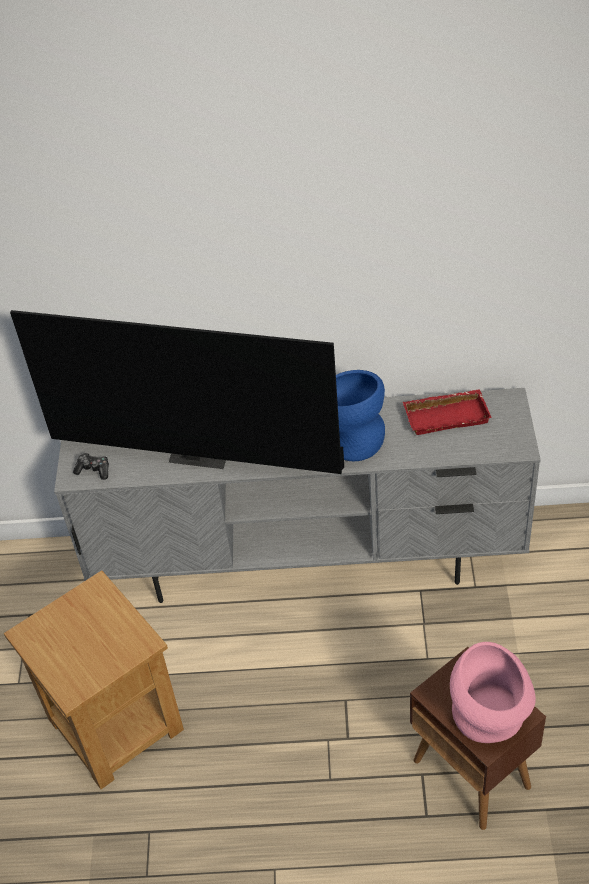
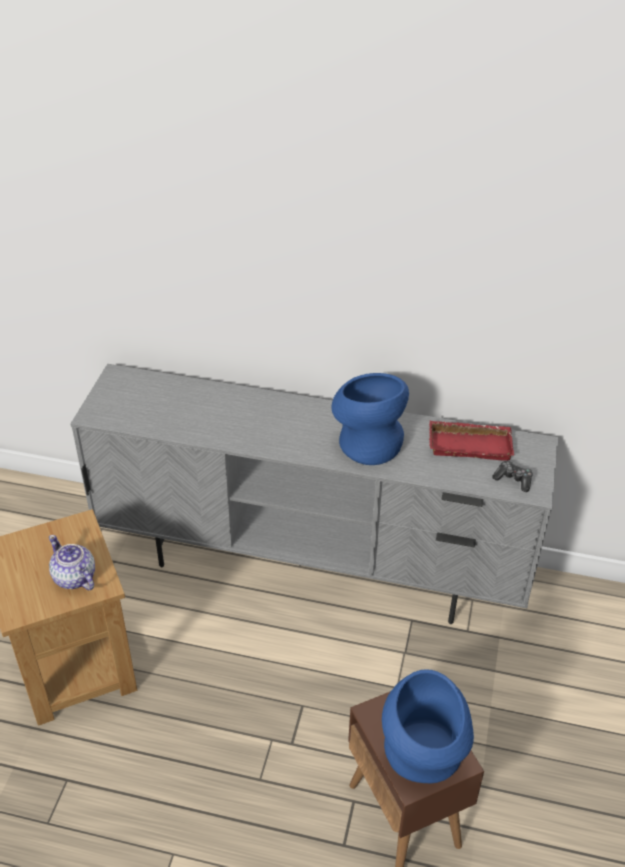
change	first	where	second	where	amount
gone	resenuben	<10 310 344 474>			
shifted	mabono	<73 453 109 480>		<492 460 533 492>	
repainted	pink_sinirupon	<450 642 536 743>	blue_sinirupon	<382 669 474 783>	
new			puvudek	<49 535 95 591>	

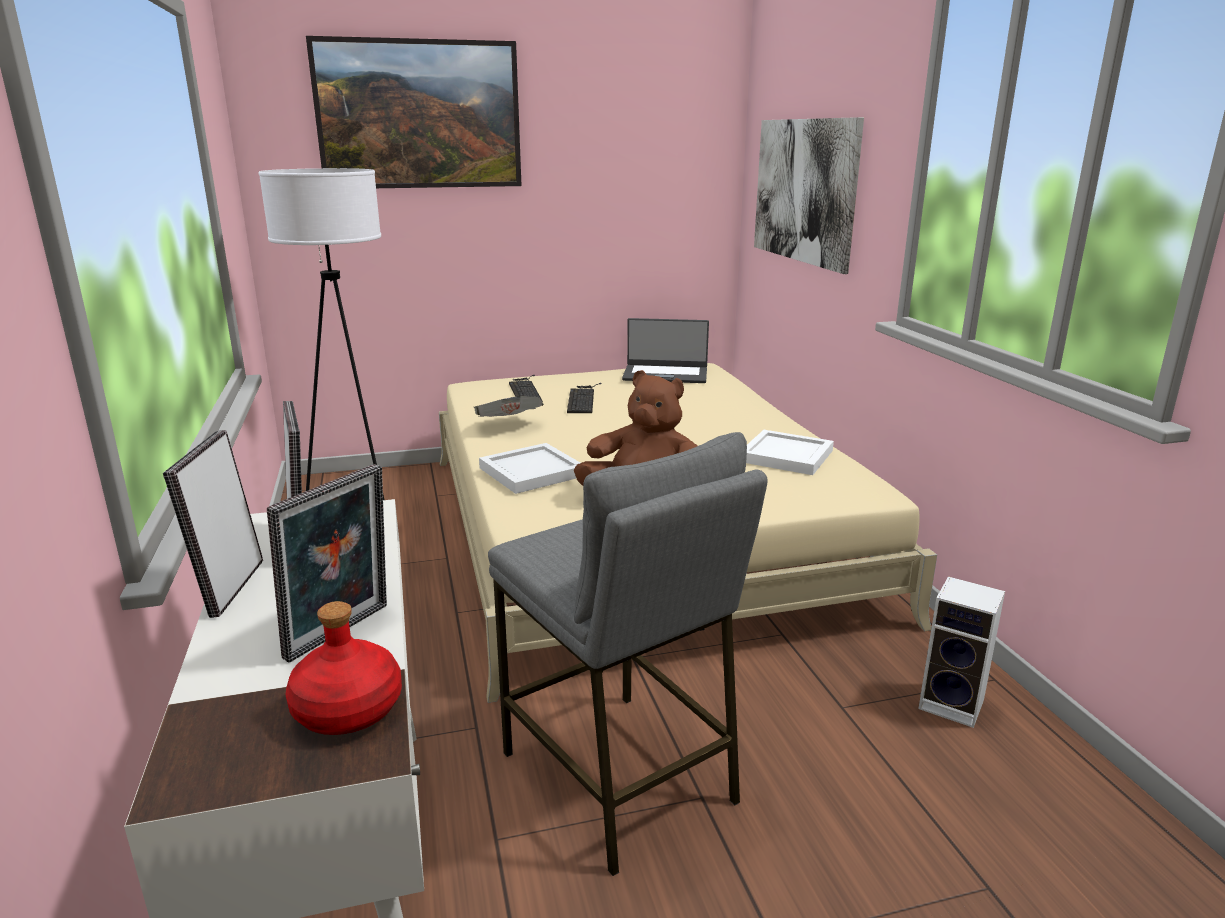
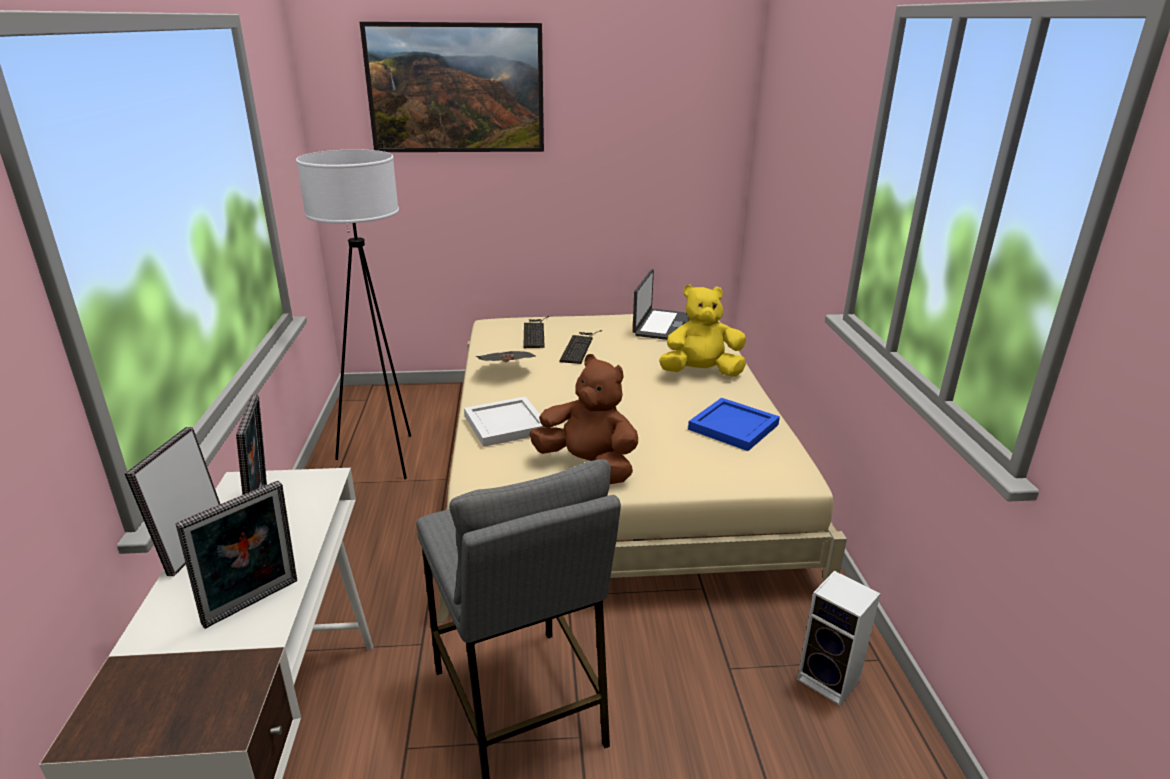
change	first	where	second	where	amount
gone	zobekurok	<754 117 864 274>			
rotated	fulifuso	<622 318 709 383>		<633 269 690 340>	90 degrees counterclockwise
repainted	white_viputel	<746 430 834 475>	blue_viputel	<688 398 780 451>	
gone	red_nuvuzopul	<285 601 402 735>			
new			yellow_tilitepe	<659 284 746 377>	

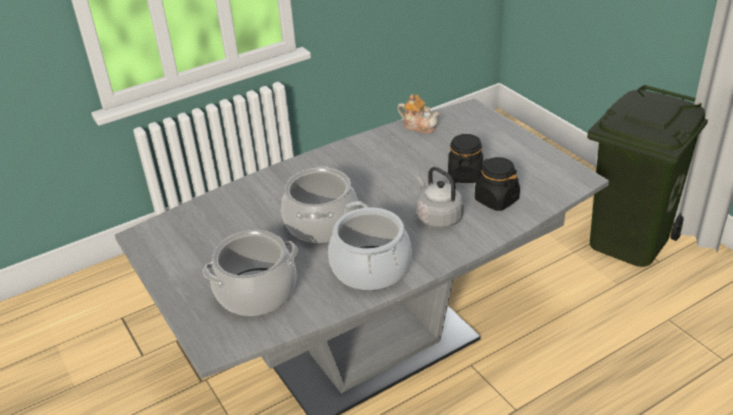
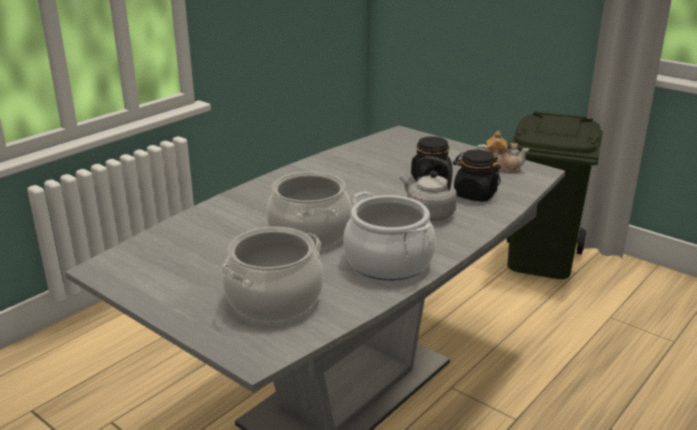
change	first	where	second	where	amount
shifted	puvudek	<397 94 439 134>		<477 131 530 173>	

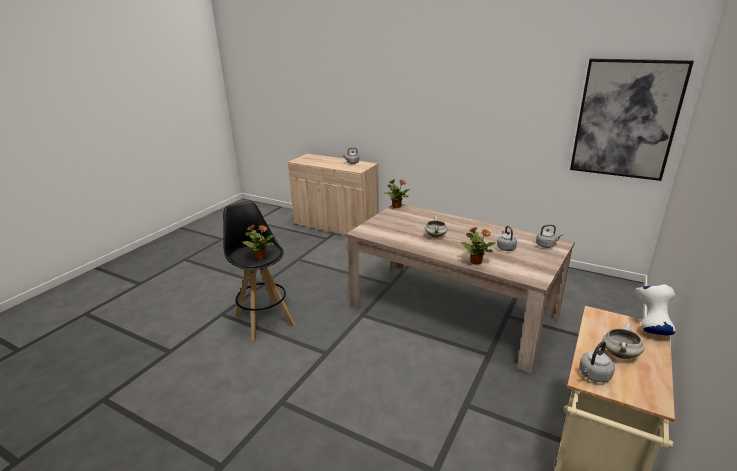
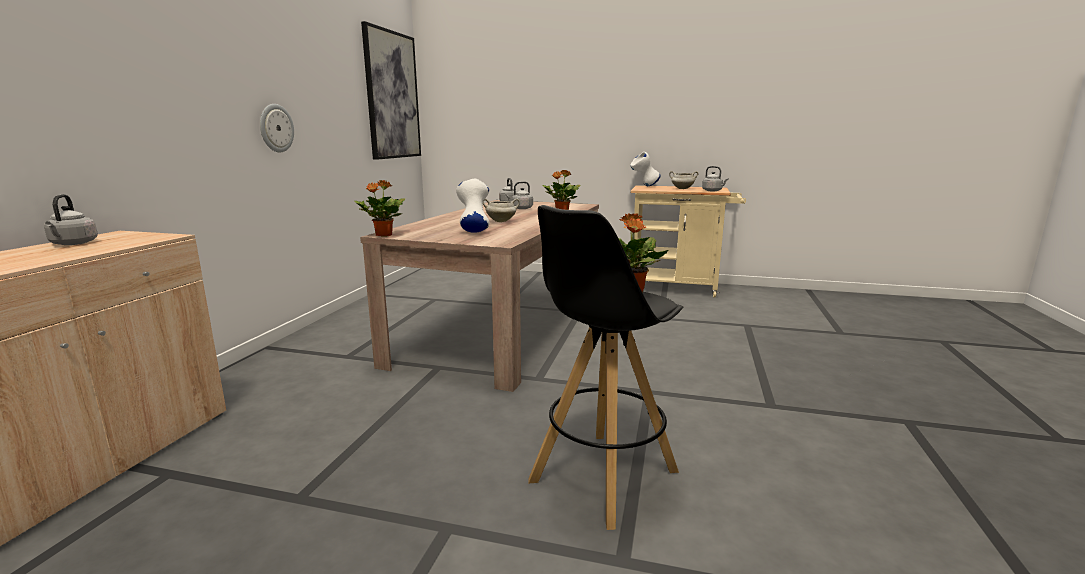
change	first	where	second	where	amount
new			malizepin	<260 104 294 152>	
new			white_sinirupon	<456 179 490 233>	

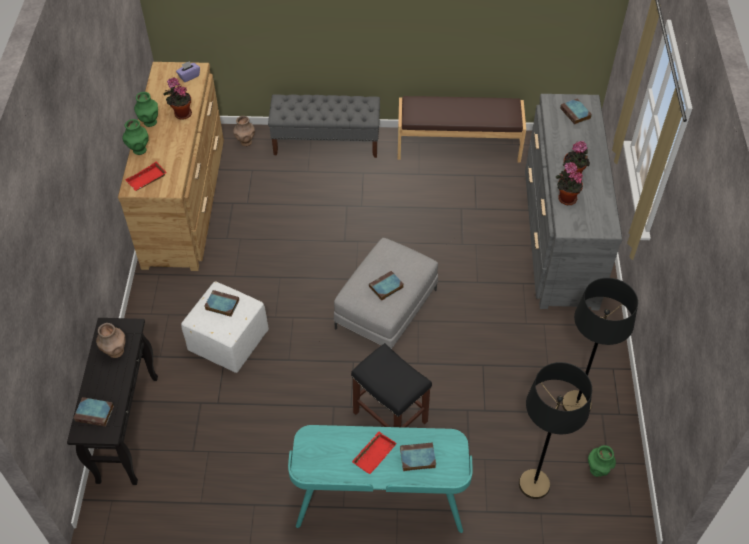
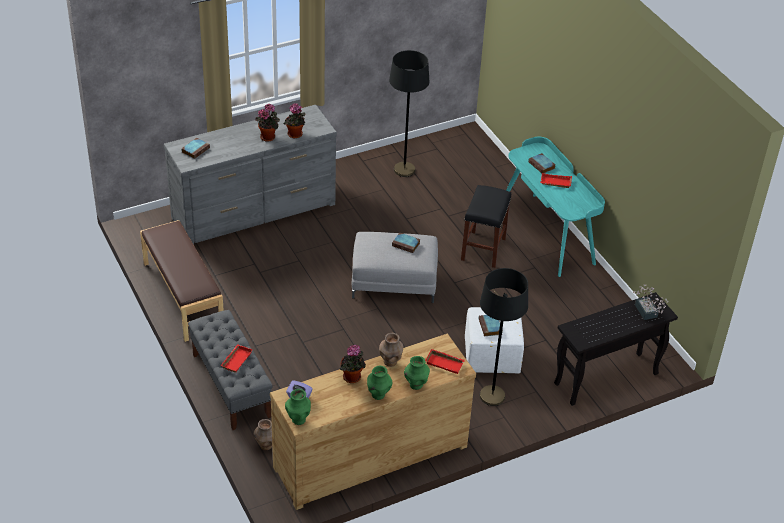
change	first	where	second	where	amount
shifted	brown_sinirupon	<96 323 126 358>		<379 333 403 367>	
shifted	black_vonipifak	<519 362 592 499>		<480 268 528 406>	
swapped	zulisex	<73 397 114 427>	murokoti	<633 284 669 320>	
shifted	green_sinirupon	<588 445 616 477>		<285 389 311 425>	
new			red_viputel	<221 344 253 373>	

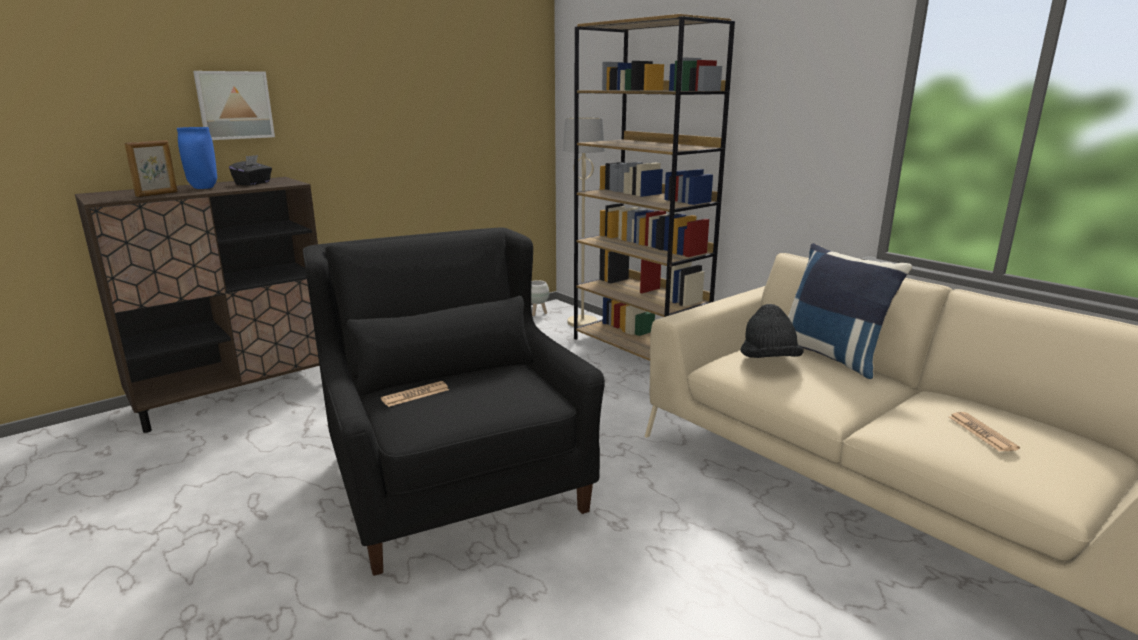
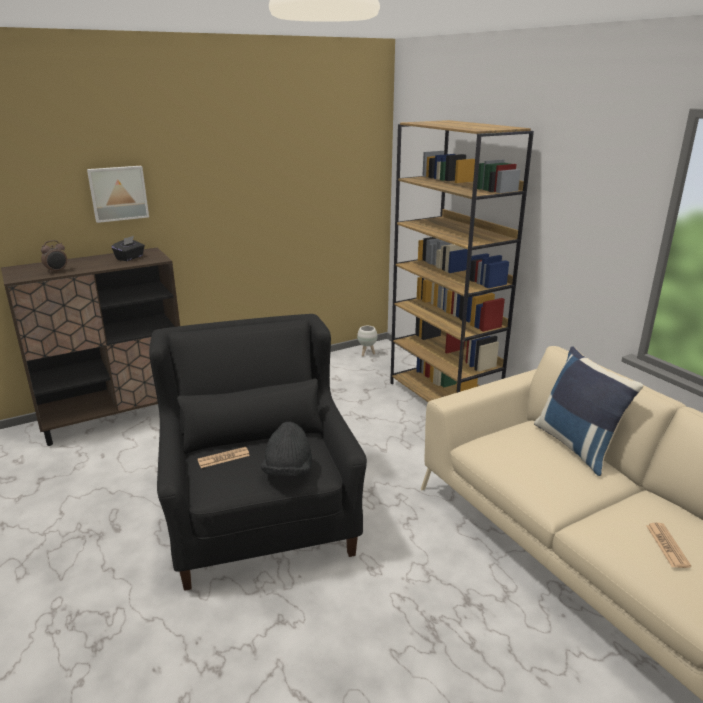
change	first	where	second	where	amount
gone	beige_vonipifak	<563 117 605 327>			
gone	blue_sinirupon	<177 127 217 189>			
swapped	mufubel	<125 140 178 197>	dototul	<41 240 67 272>	
shifted	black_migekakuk	<740 304 804 358>		<261 422 312 476>	

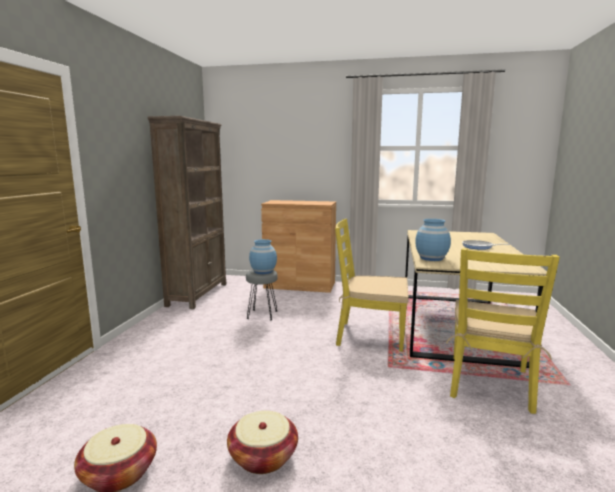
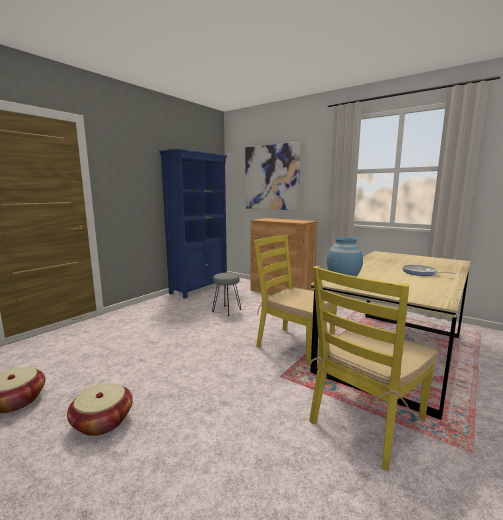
change	first	where	second	where	amount
repainted	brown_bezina	<148 116 226 309>	blue_bezina	<159 148 227 298>	
gone	blue_sinirupon	<249 239 277 274>			
new			zobekurok	<245 142 300 210>	

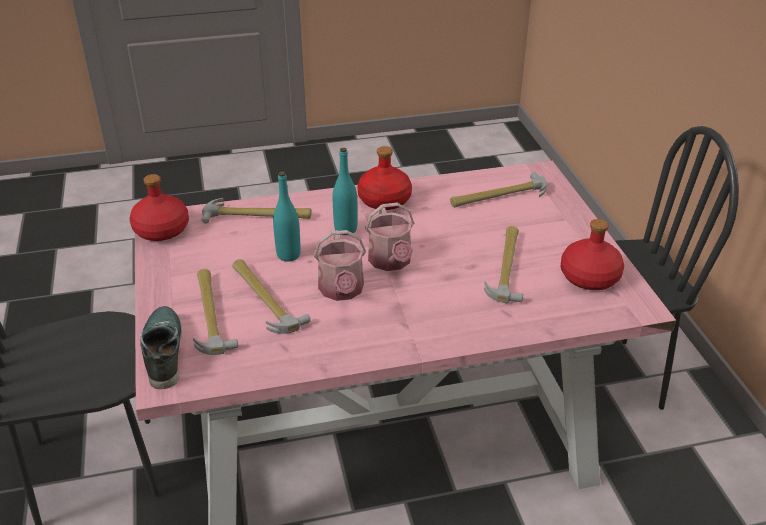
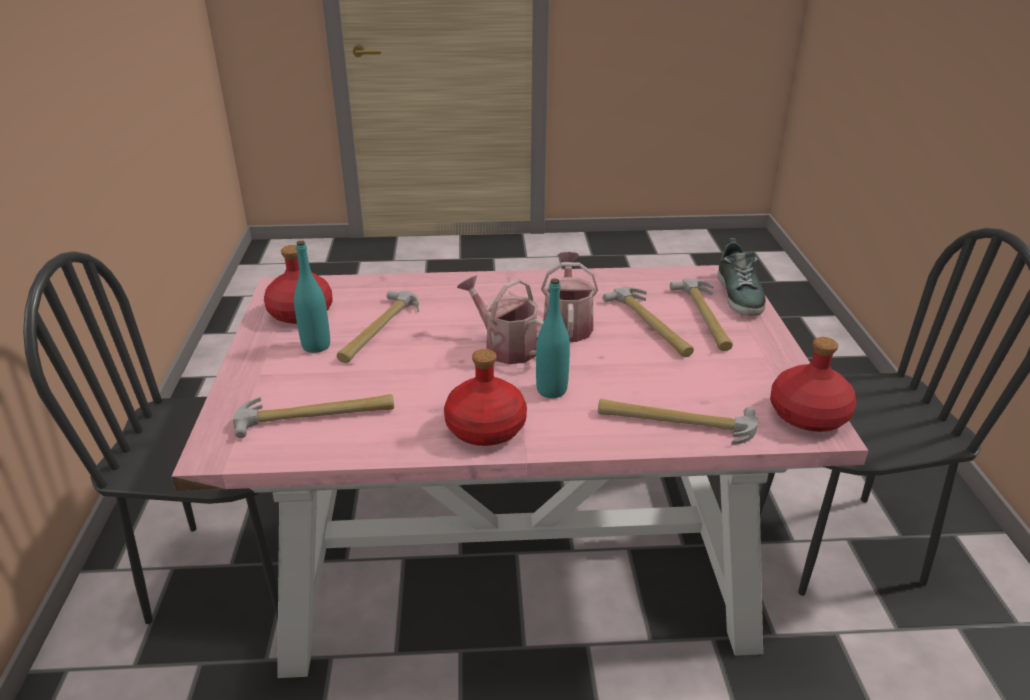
change	first	where	second	where	amount
shifted	turquoise_nuvuzopul	<273 171 301 262>		<294 241 330 353>	
rotated	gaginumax	<365 203 414 271>		<457 275 544 364>	45 degrees counterclockwise

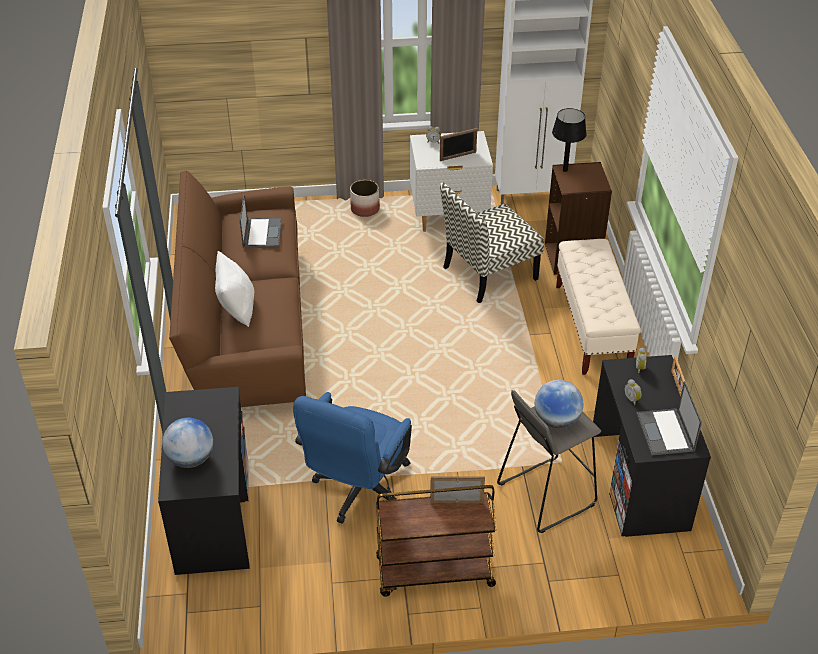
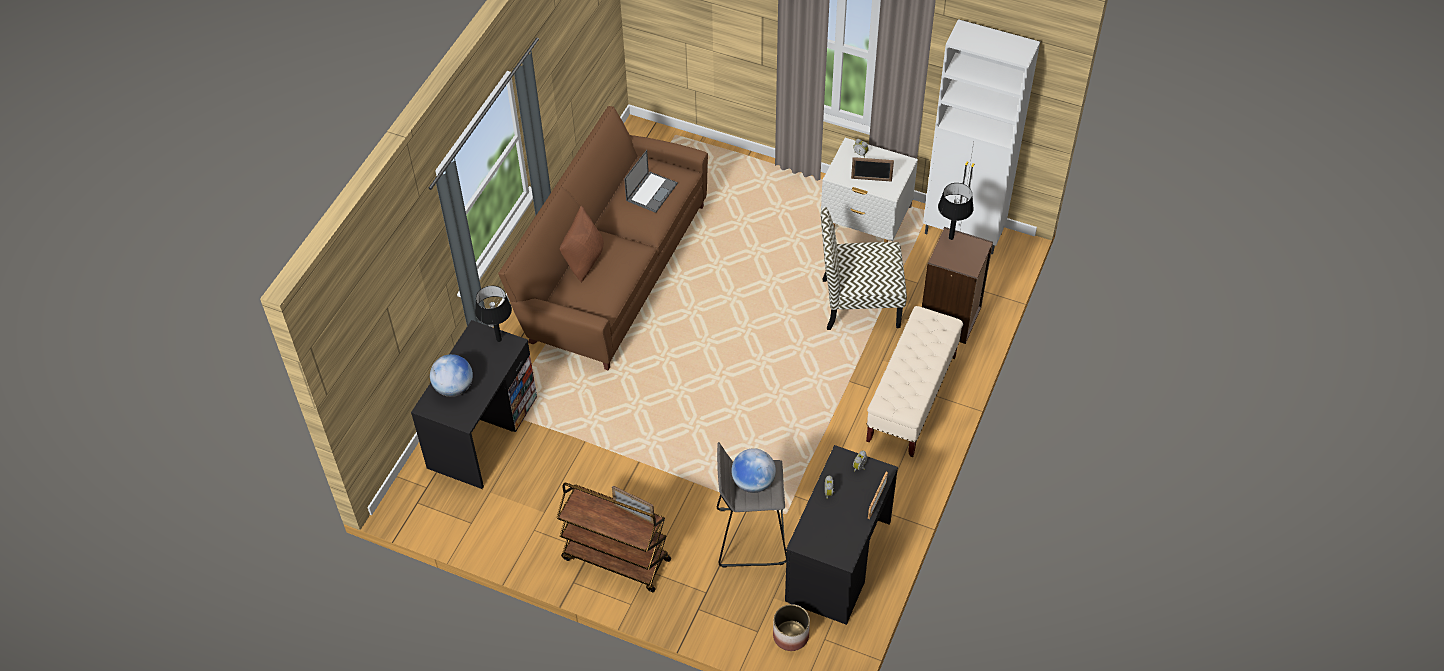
change	first	where	second	where	amount
shifted	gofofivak	<350 180 380 217>		<773 604 810 651>	
repainted	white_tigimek	<215 251 254 327>	brown_tigimek	<560 206 604 283>	
gone	fulifuso	<636 381 702 455>			
gone	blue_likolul	<293 392 412 524>			
new			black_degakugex	<475 286 512 342>	

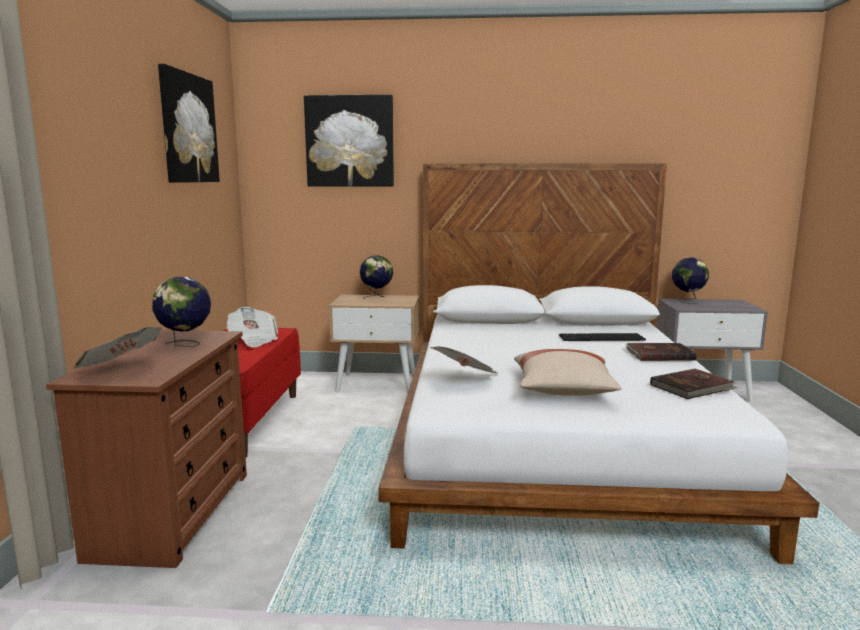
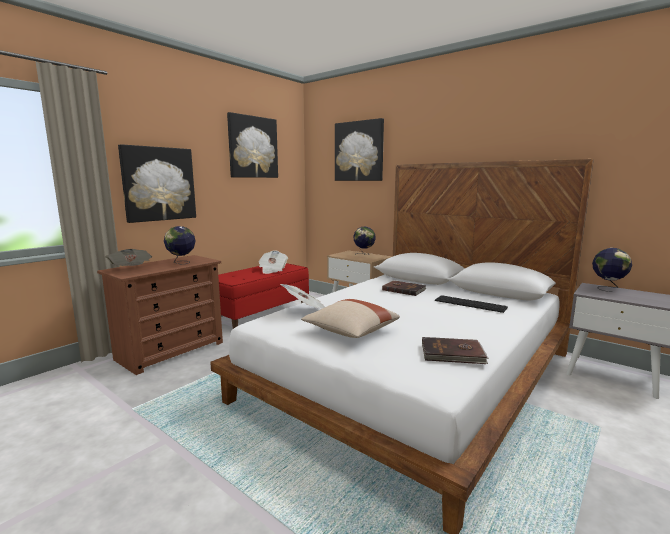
change	first	where	second	where	amount
shifted	brown_zulisex	<626 343 697 361>		<382 280 427 296>	
new			zobekurok	<118 144 196 223>	

